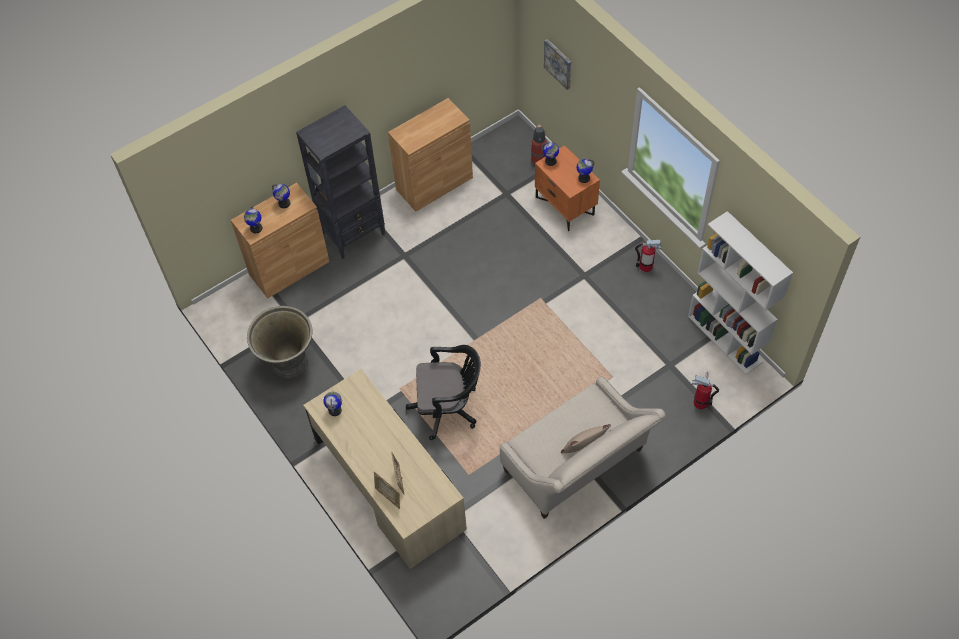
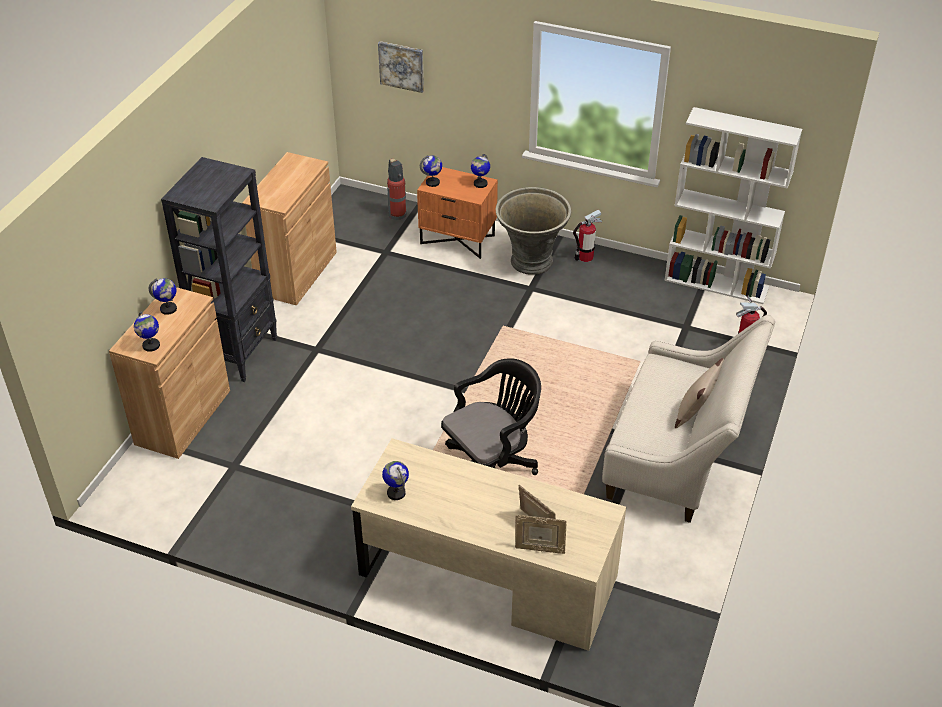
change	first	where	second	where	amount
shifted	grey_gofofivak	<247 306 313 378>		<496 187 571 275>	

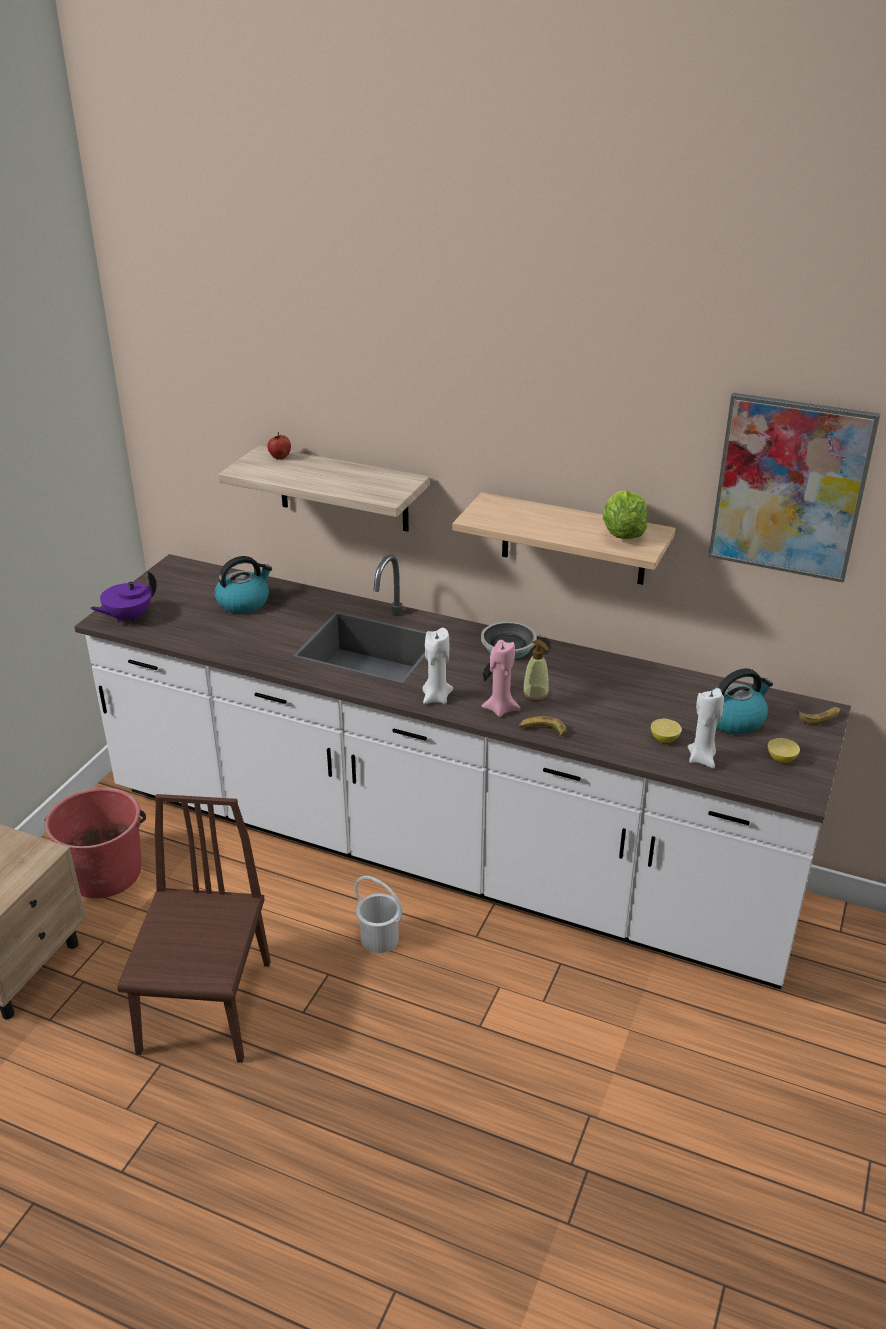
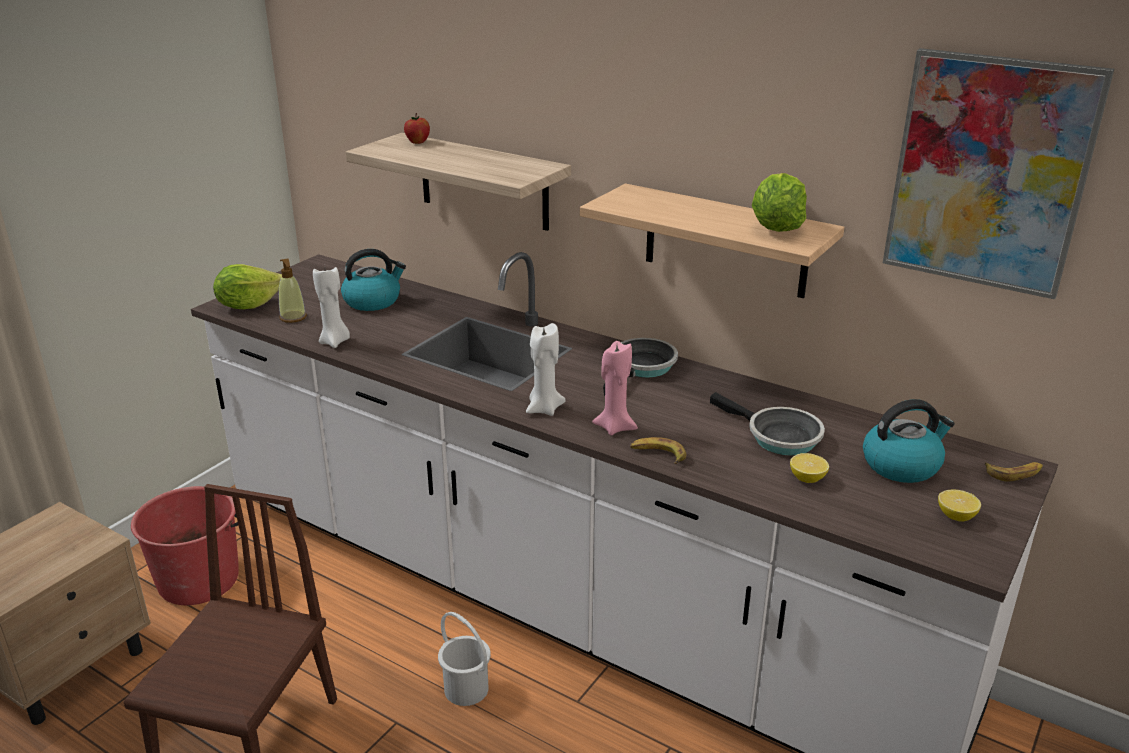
change	first	where	second	where	amount
swapped	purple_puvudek	<90 571 157 622>	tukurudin	<213 264 282 309>	
shifted	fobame	<522 639 549 702>		<279 258 307 323>	
shifted	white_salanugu	<687 688 724 768>		<313 267 350 348>	
new			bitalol	<710 392 825 456>	

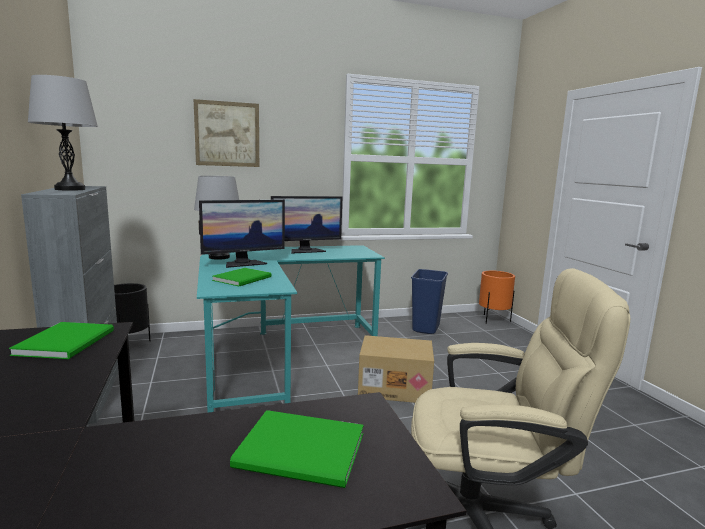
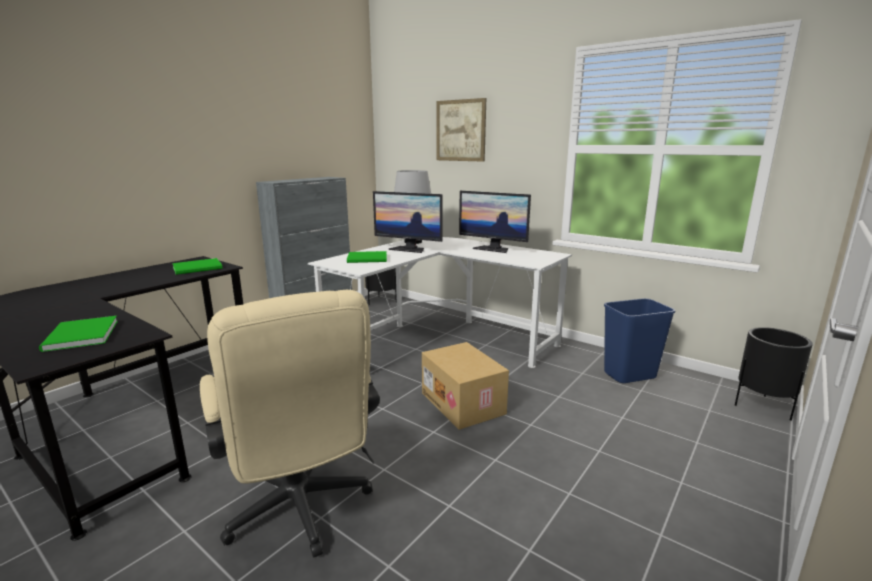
change	first	where	second	where	amount
gone	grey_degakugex	<28 75 98 191>			
repainted	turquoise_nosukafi	<197 245 385 412>	white_nosukafi	<308 237 572 368>	
repainted	orange_gofofivak	<479 271 515 324>	black_gofofivak	<735 327 813 421>	

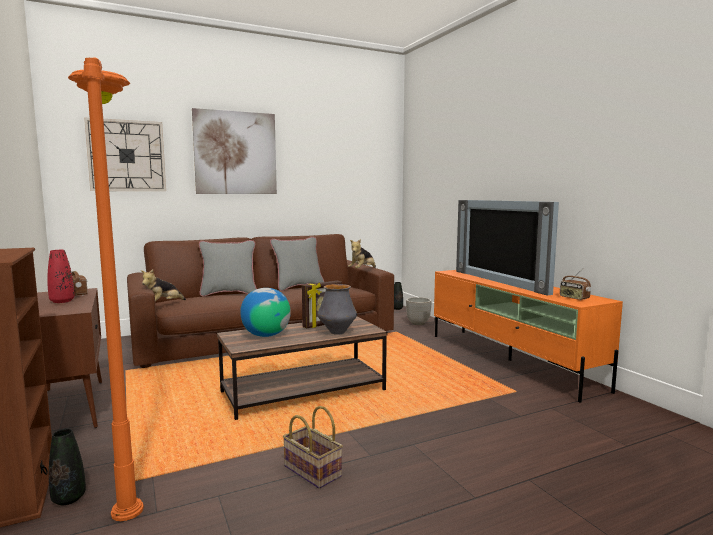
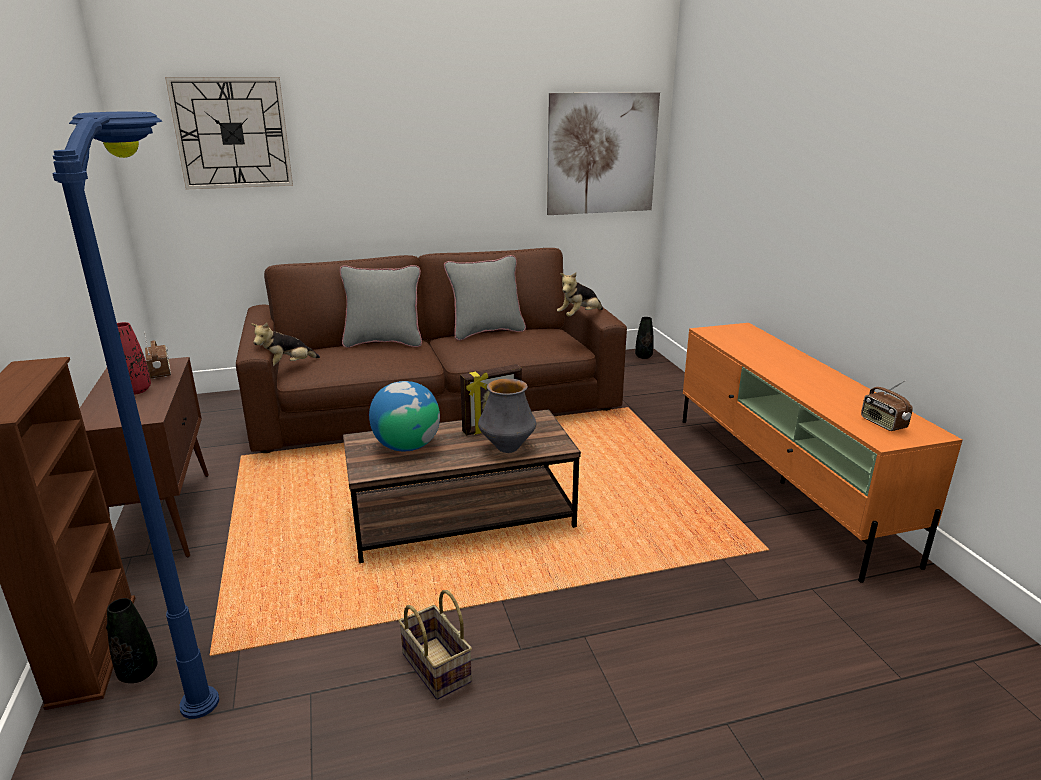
change	first	where	second	where	amount
repainted	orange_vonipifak	<68 57 144 521>	blue_vonipifak	<52 112 219 719>	
shifted	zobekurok	<192 108 277 194>		<547 92 660 215>	
gone	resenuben	<456 200 559 295>			
gone	gofofivak	<406 297 432 325>			

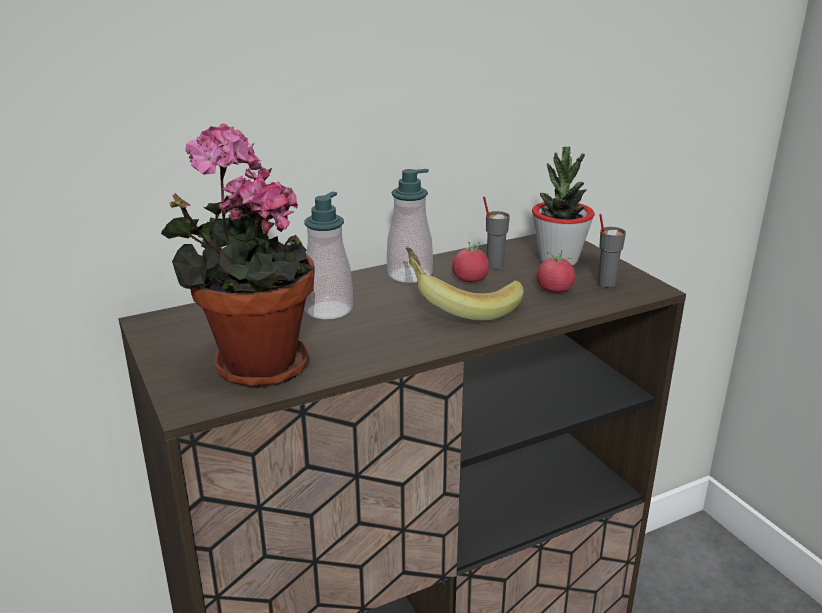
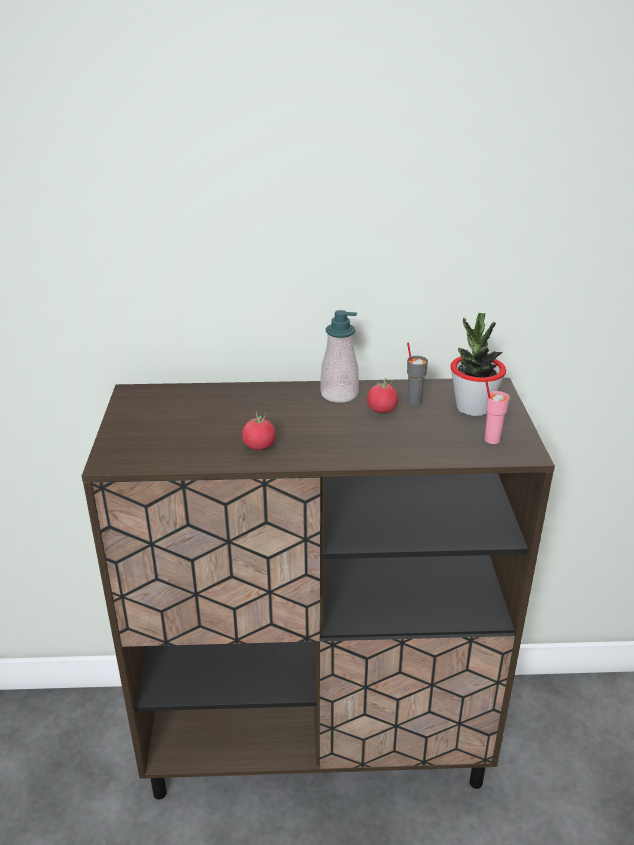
change	first	where	second	where	amount
gone	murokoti	<161 123 315 388>			
gone	fobame	<304 192 353 320>			
repainted	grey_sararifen	<598 214 626 288>	pink_sararifen	<484 380 510 444>	
gone	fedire	<406 248 524 321>			
shifted	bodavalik	<537 250 575 293>		<242 412 276 450>	

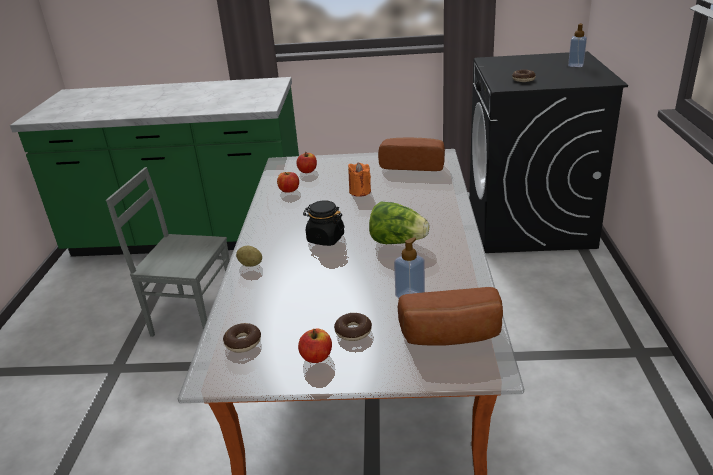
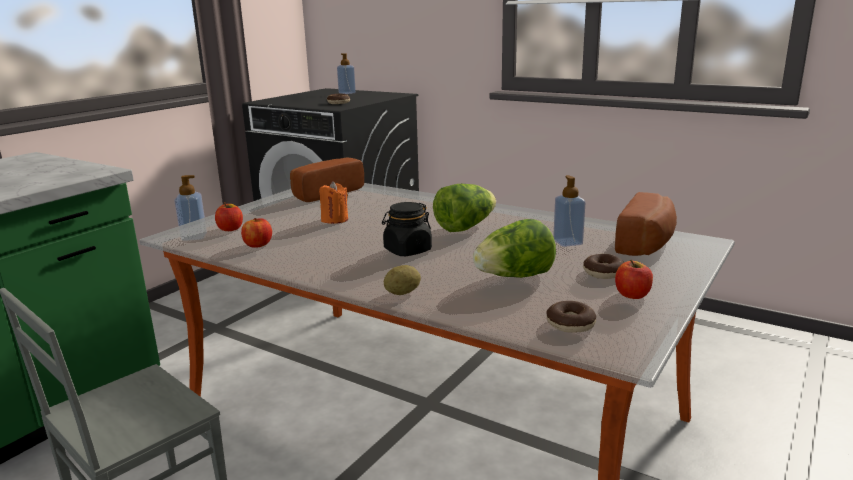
change	first	where	second	where	amount
new			fobame	<174 175 207 241>	
new			tukurudin	<473 219 556 278>	

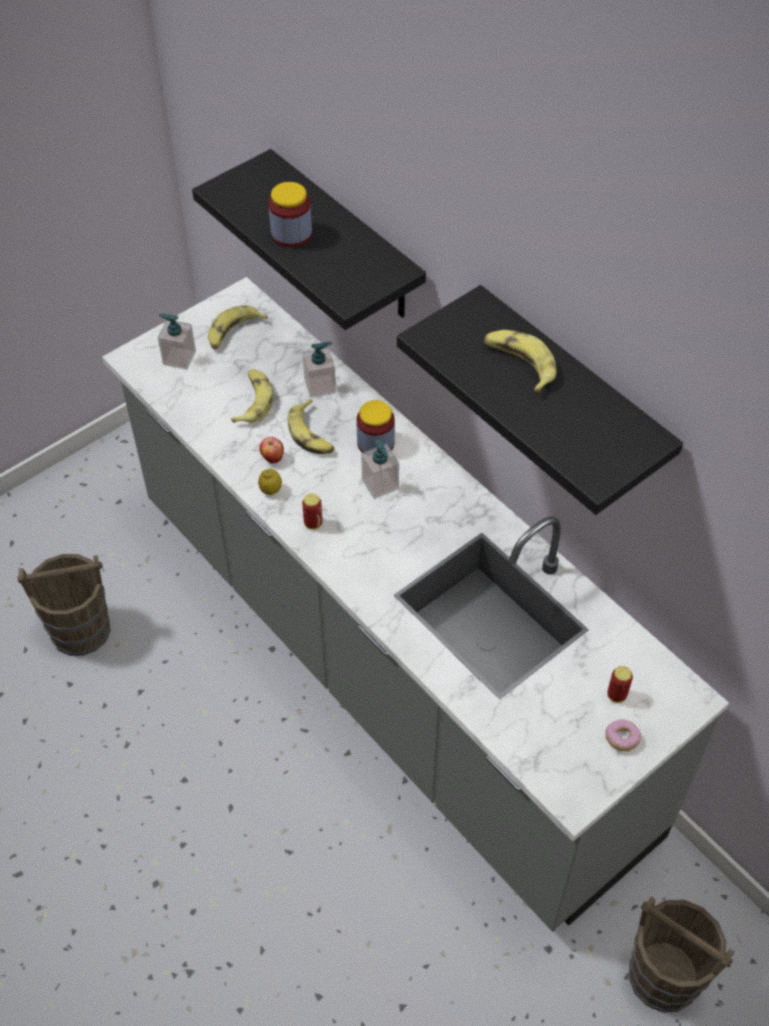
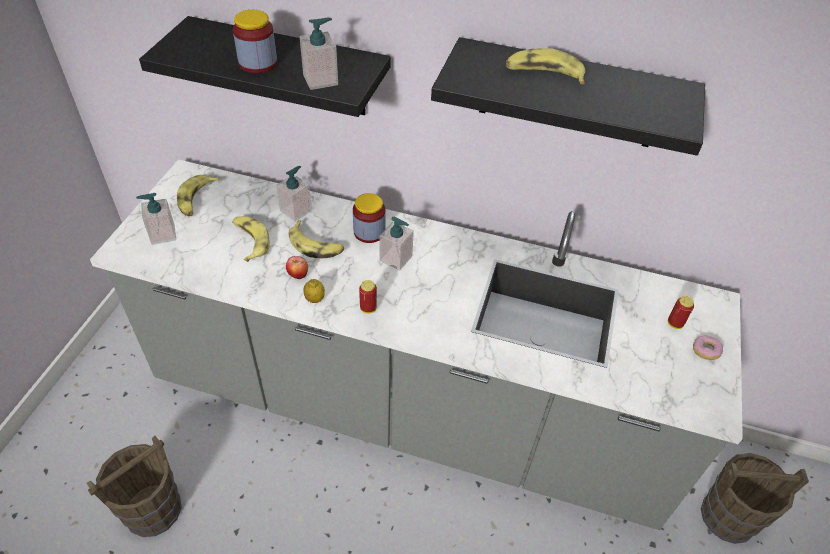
change	first	where	second	where	amount
new			fobame	<300 18 338 90>	

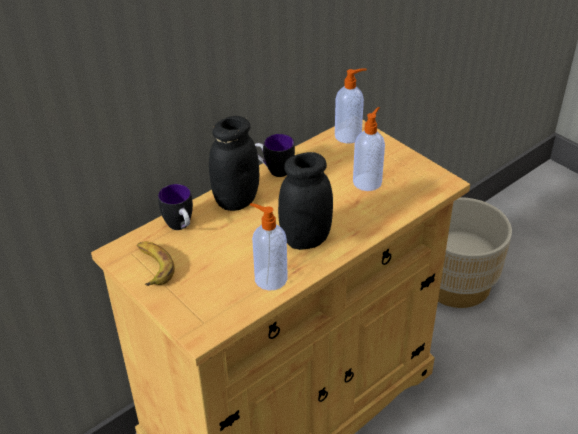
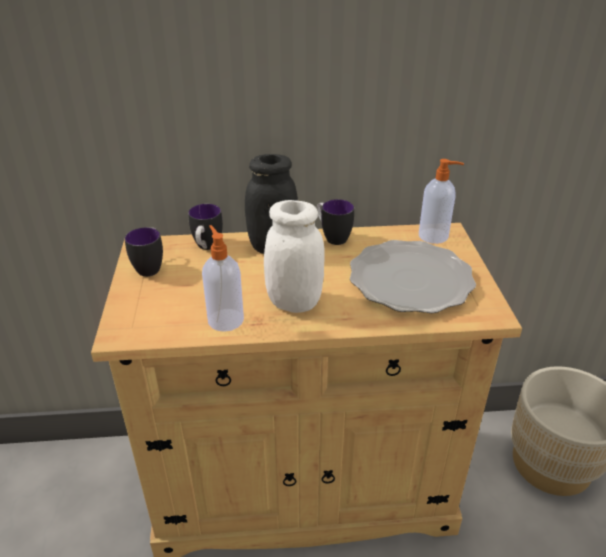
change	first	where	second	where	amount
swapped	fobame	<353 107 385 191>	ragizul	<350 240 476 313>	
repainted	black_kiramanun	<278 152 333 250>	white_kiramanun	<264 200 325 313>	
swapped	fedire	<137 241 175 286>	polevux	<125 227 163 277>	

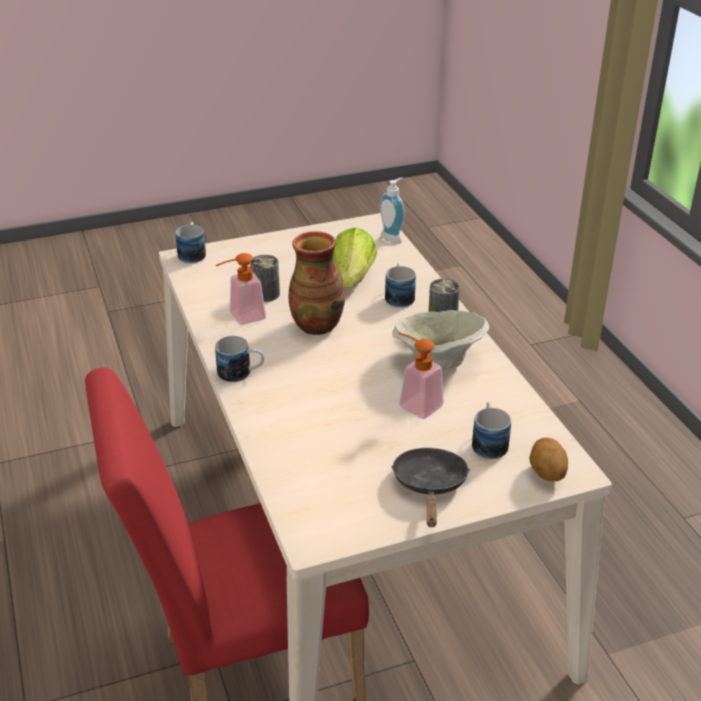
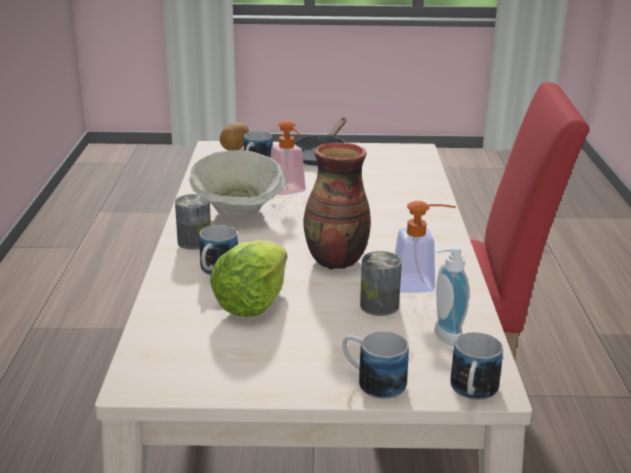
change	first	where	second	where	amount
shifted	fobame	<380 178 405 243>		<434 245 469 347>	
shifted	polevux	<215 336 264 382>		<342 331 409 399>	

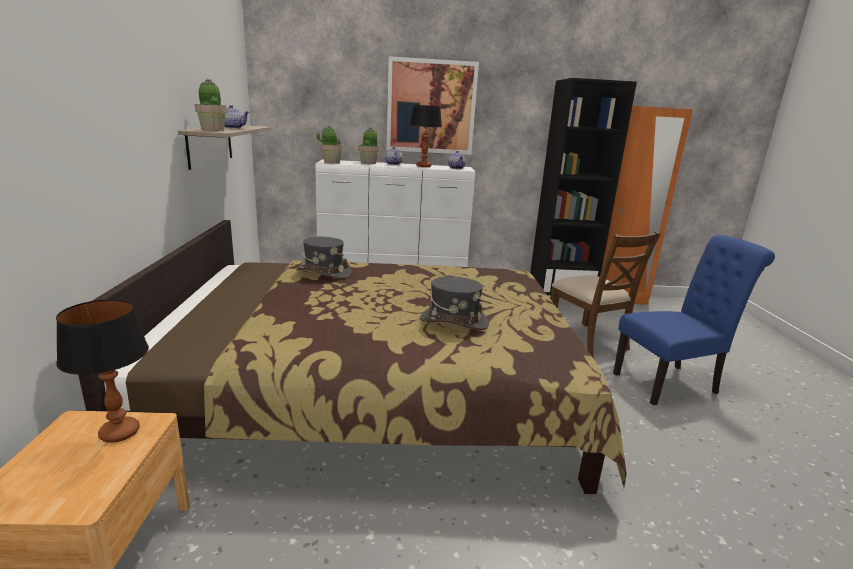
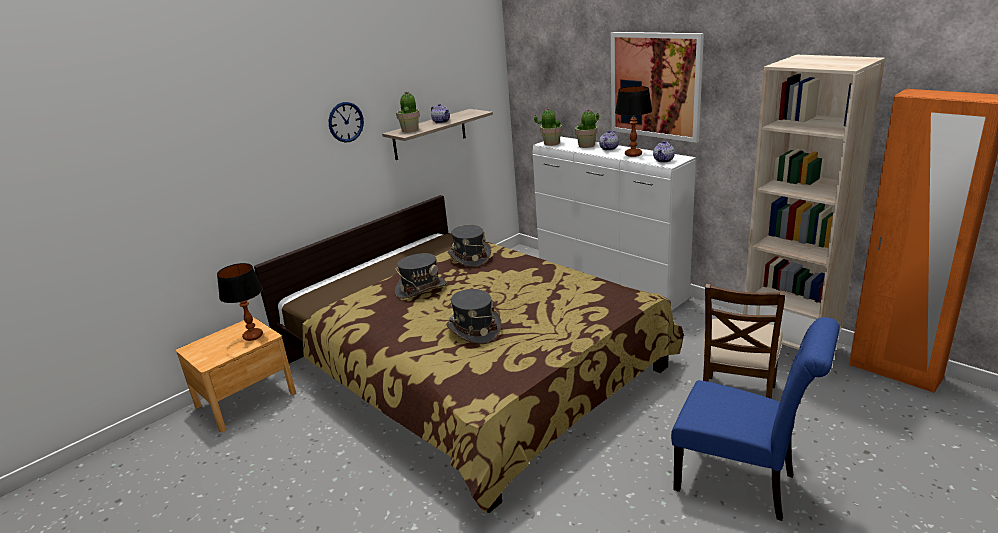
change	first	where	second	where	amount
repainted	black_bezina	<530 78 637 295>	beige_bezina	<743 55 885 350>	
new			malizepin	<329 102 364 143>	
new			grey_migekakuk	<394 253 447 299>	

